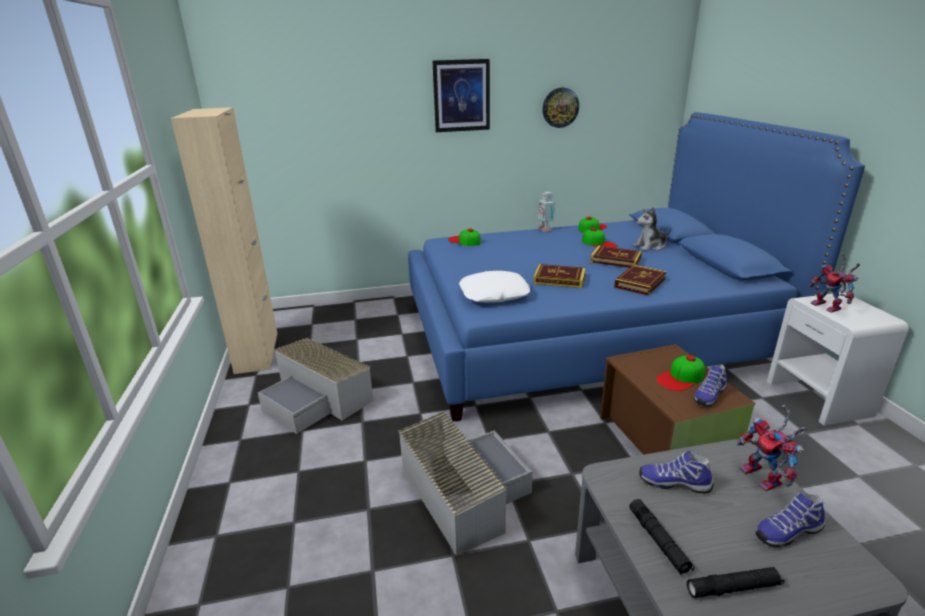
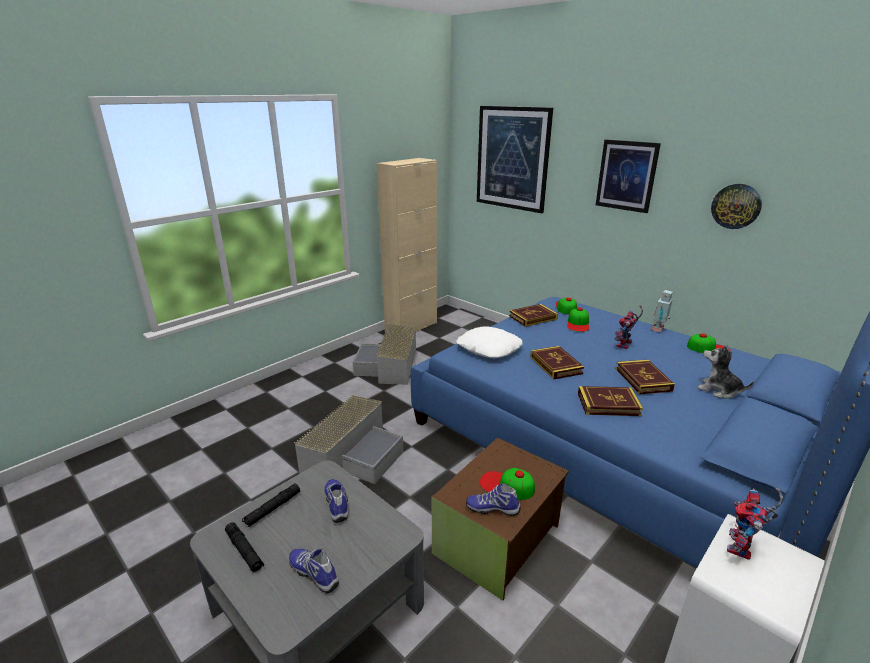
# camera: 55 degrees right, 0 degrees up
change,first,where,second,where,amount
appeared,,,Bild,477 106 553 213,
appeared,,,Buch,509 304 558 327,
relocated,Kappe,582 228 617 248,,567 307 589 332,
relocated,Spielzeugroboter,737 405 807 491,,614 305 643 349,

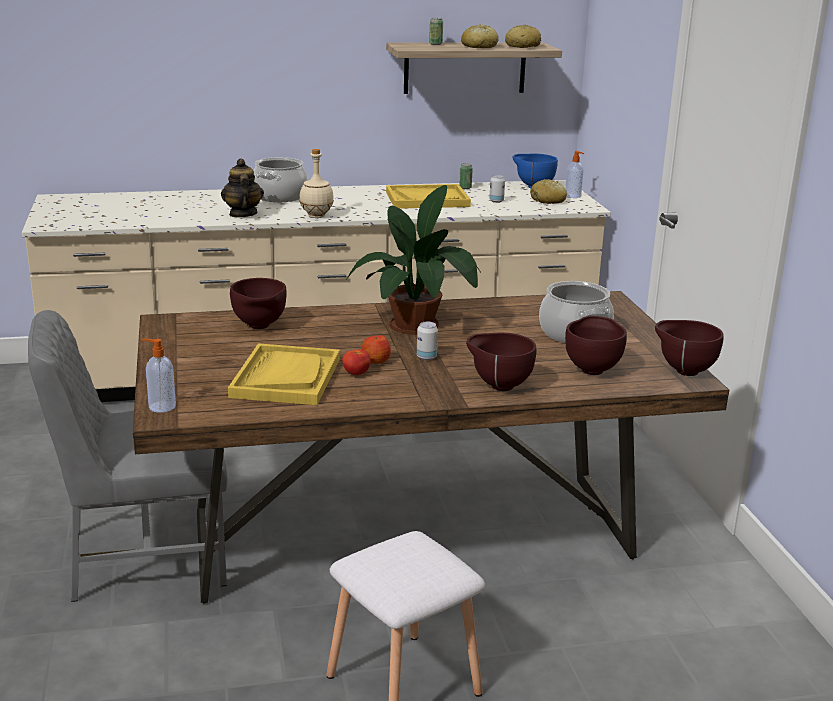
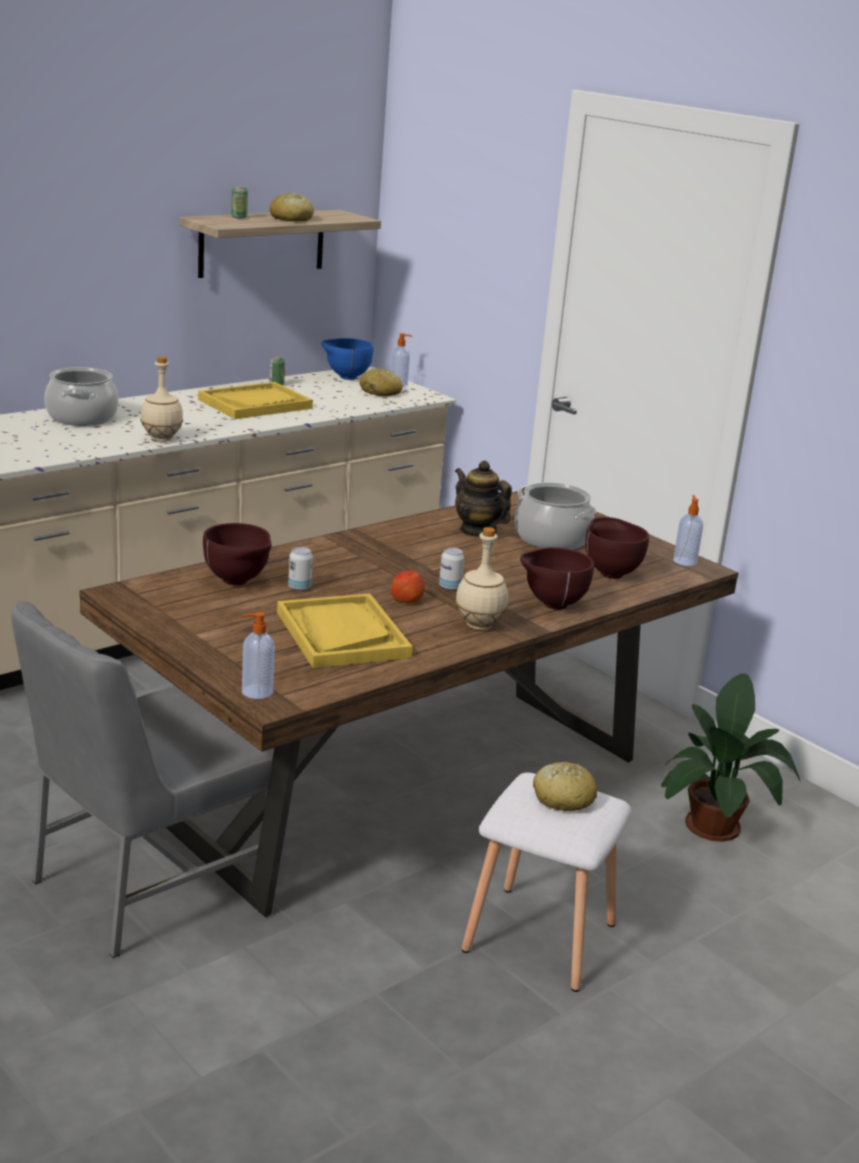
# camera: 30 degrees left, 0 degrees up
change,first,where,second,where,amount
relocated,Dose,489 175 505 203,,288 547 313 591,
relocated,Teekanne,221 158 264 217,,455 460 512 537,
appeared,,,Flasche/beige,455 527 508 630,
relocated,Brot,505 25 541 48,,533 762 597 811,
relocated,Topfpflanze,347 185 480 335,,661 673 800 842,
exchanged,Schüssel/braun,655 320 724 376,Seifenspender,673 495 703 566,
missing,Tomate,342 349 371 375,,,

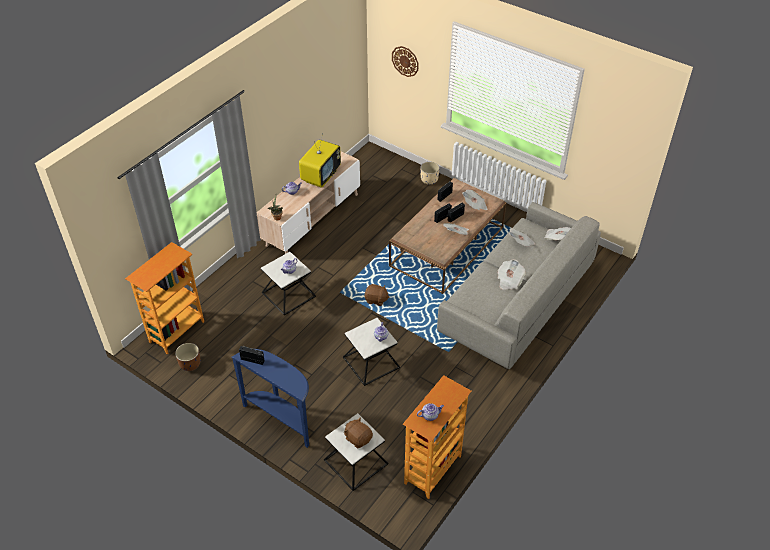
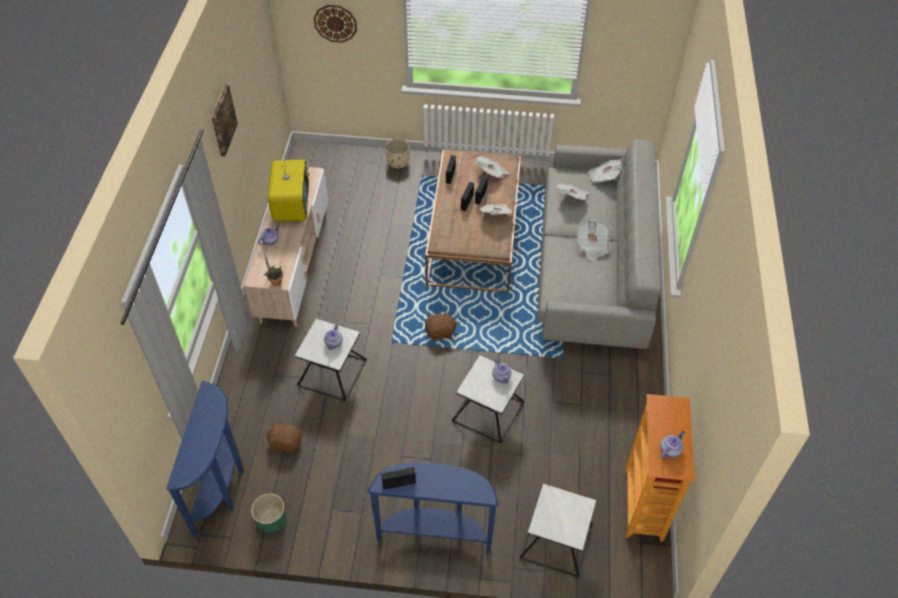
# camera: 30 degrees left, 5 degrees up
change,first,where,second,where,amount
exchanged,Bücherregal,125 242 204 355,Konsolentisch/blau,167 381 244 537,
appeared,,,Bild,211 85 238 157,
colour,Pflanzkübel/braun,175 343 200 371,Pflanzkübel/grün,251 493 286 533,
relocated,Plüschtier/braun,344 417 373 448,,266 420 302 454,

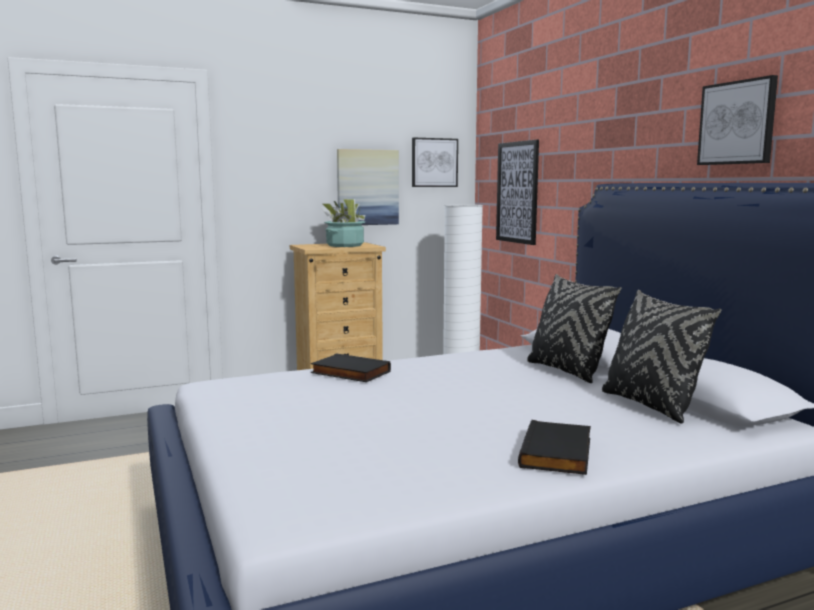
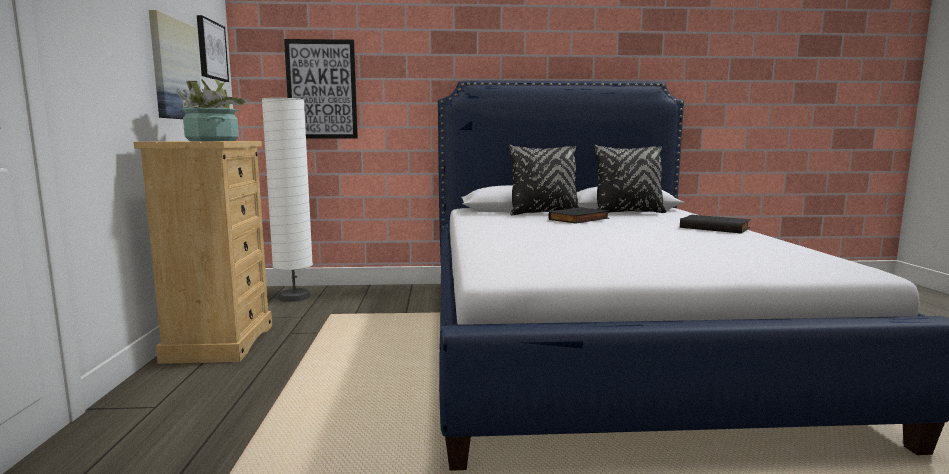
# camera: 70 degrees left, 0 degrees up
change,first,where,second,where,amount
relocated,Buch/schwarz,311 354 391 382,,548 207 609 224,
missing,Bild,697 75 778 165,,,

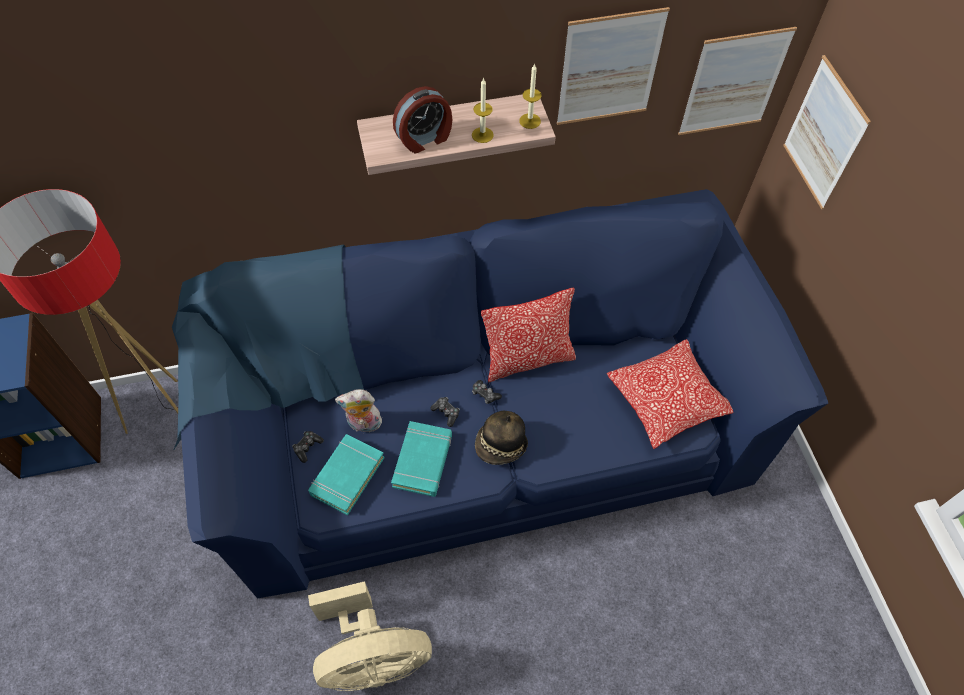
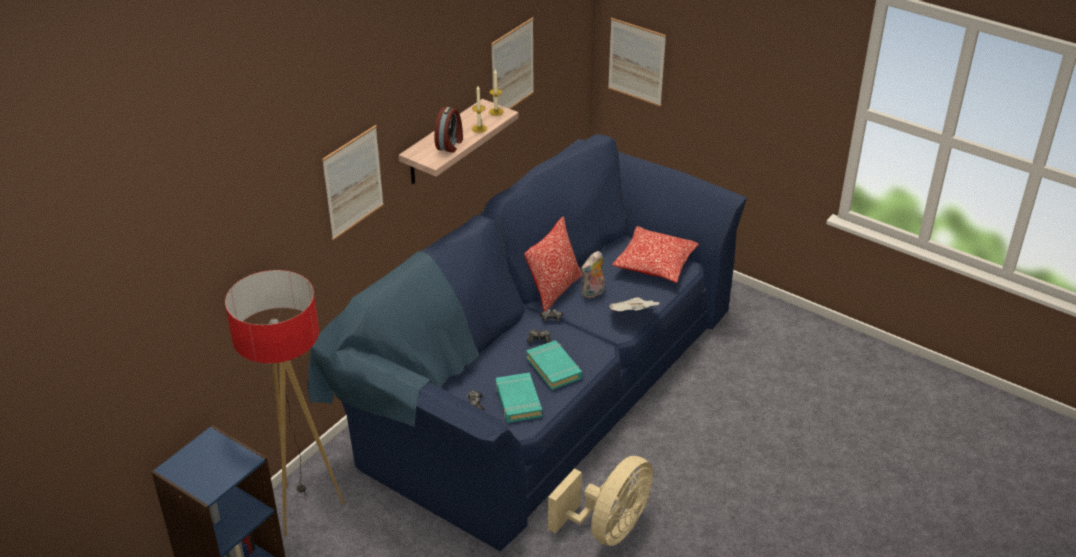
# camera: 40 degrees left, 20 degrees down
change,first,where,second,where,amount
relocated,Bild,678 27 797 135,,322 125 384 240,
relocated,Plüschtier,335 389 382 433,,582 251 605 298,
appeared,,,Zeitung,609 298 660 311,
missing,Hut,475 411 528 465,,,

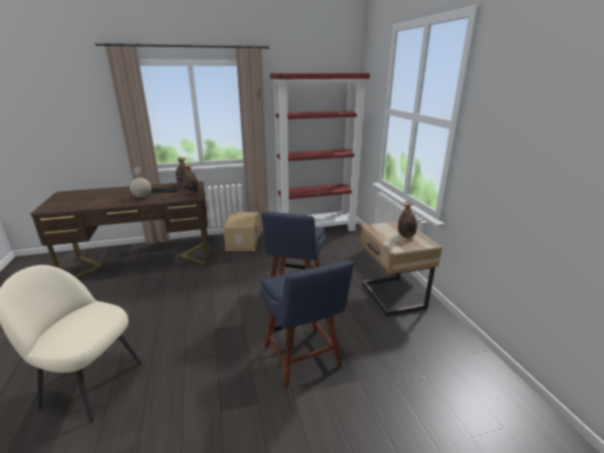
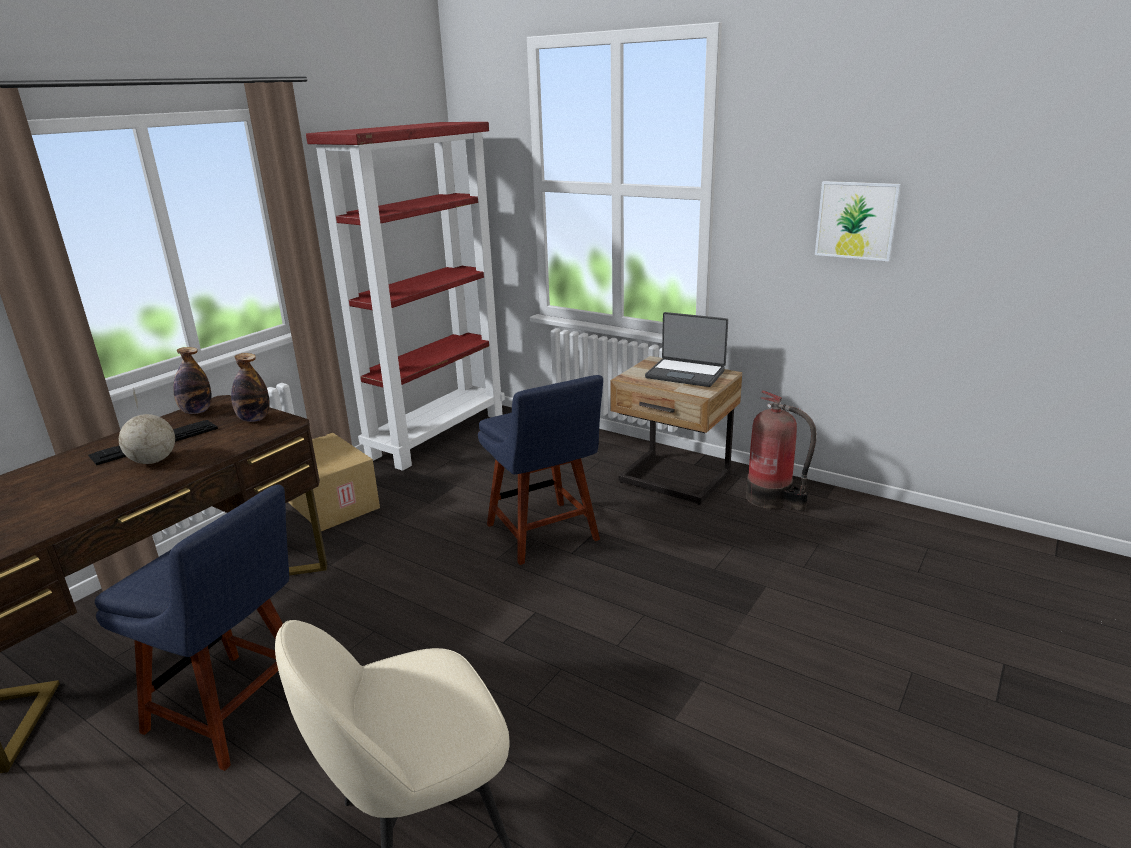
# camera: 40 degrees left, 0 degrees up
change,first,where,second,where,amount
relocated,Stuhl/blau,260 260 354 388,,95 485 289 771,
exchanged,Flasche,398 201 417 238,Laptop,645 312 728 387,
appeared,,,Feuerlöscher,746 390 817 511,
appeared,,,Bild,815 181 901 261,

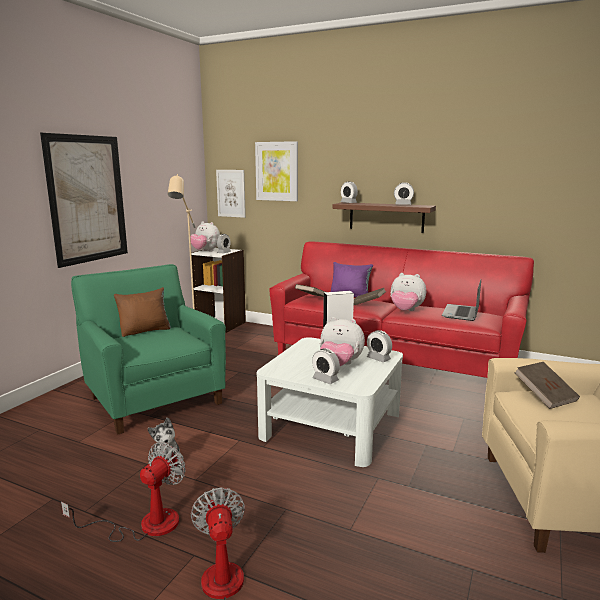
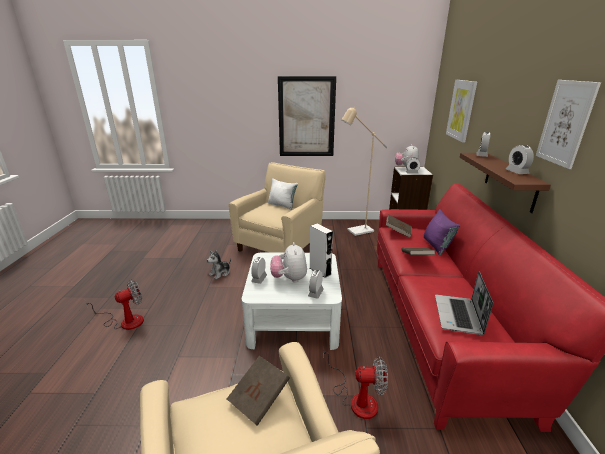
# camera: 65 degrees right, 10 degrees up
change,first,where,second,where,amount
colour,Sessel/grün,71 264 226 434,Sessel/beige,228 162 326 253,
colour,Kissen/braun,114 287 171 337,Kissen/weiß,268 178 298 210,
relocated,Ventilator,61 442 186 542,,324 352 388 419,
spun,Laptop,442 280 481 321,,435 271 493 335,75 degrees counterclockwise
relocated,Bild,216 170 246 218,,536 80 601 169,
missing,Plüschtier,391 273 426 311,,,

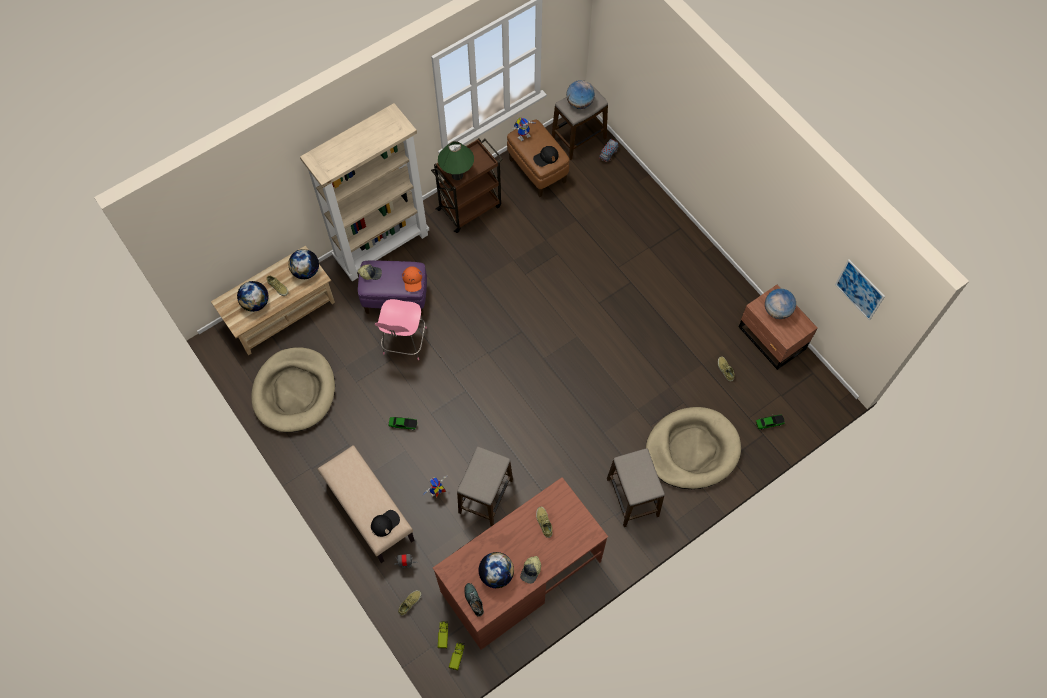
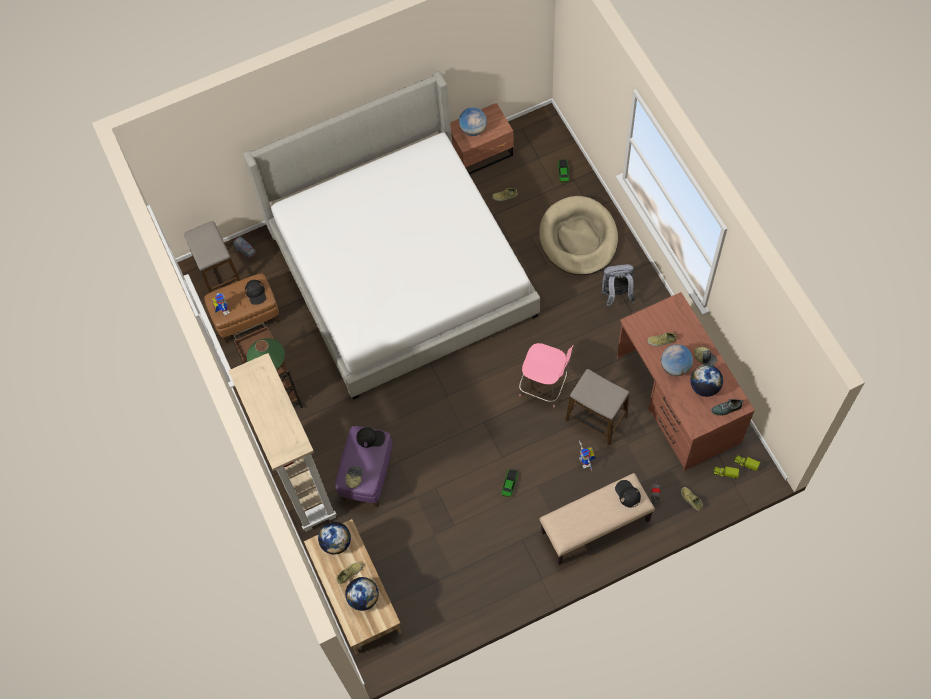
# camera: 75 degrees left, 0 degrees up
change,first,where,second,where,amount
appeared,,,Bett,243 71 540 399,
colour,Kappe/orange,402 266 422 292,Kappe/schwarz,356 427 385 448,
relocated,Stuhl/rosa,375 299 427 360,,519 343 574 407,
exchanged,Hocker,607 448 665 527,Rucksack/grau,601 264 635 307,
relocated,Globus,566 80 595 109,,661 344 693 376,
missing,Hundebett/beige,251 347 335 432,,,
missing,Bild,835 260 885 321,,,

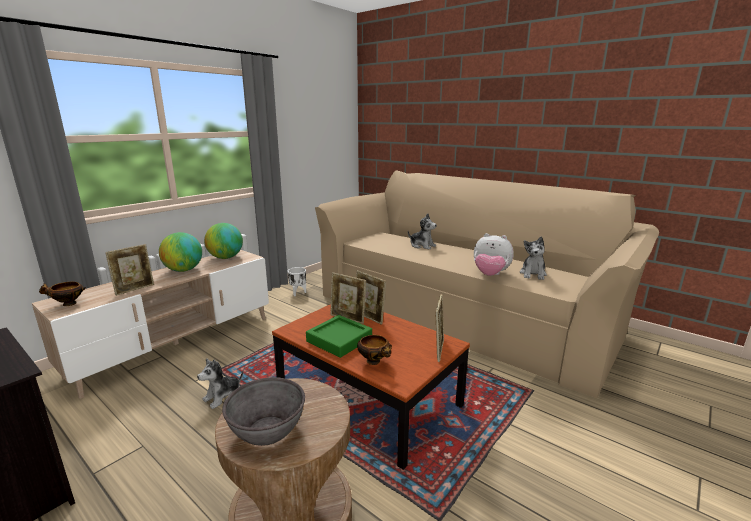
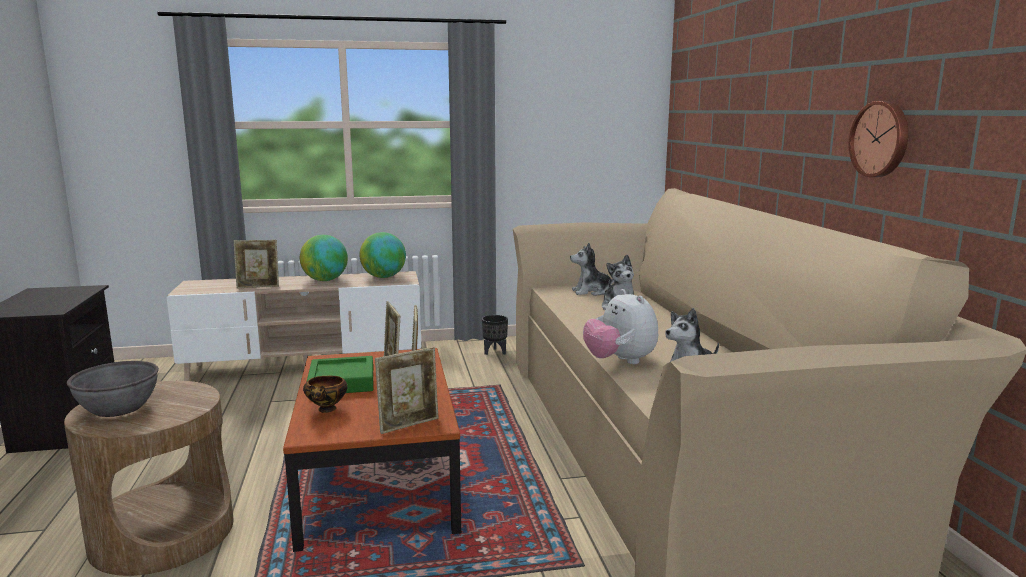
# camera: 40 degrees right, 5 degrees down
change,first,where,second,where,amount
colour,Pflanzkübel/weiß,288 267 306 296,Pflanzkübel/schwarz,482 315 508 355,
relocated,Plüschtier,197 358 243 409,,570 243 615 296,
appeared,,,Wanduhr,848 101 908 177,
missing,Schüssel,39 281 86 306,,,

